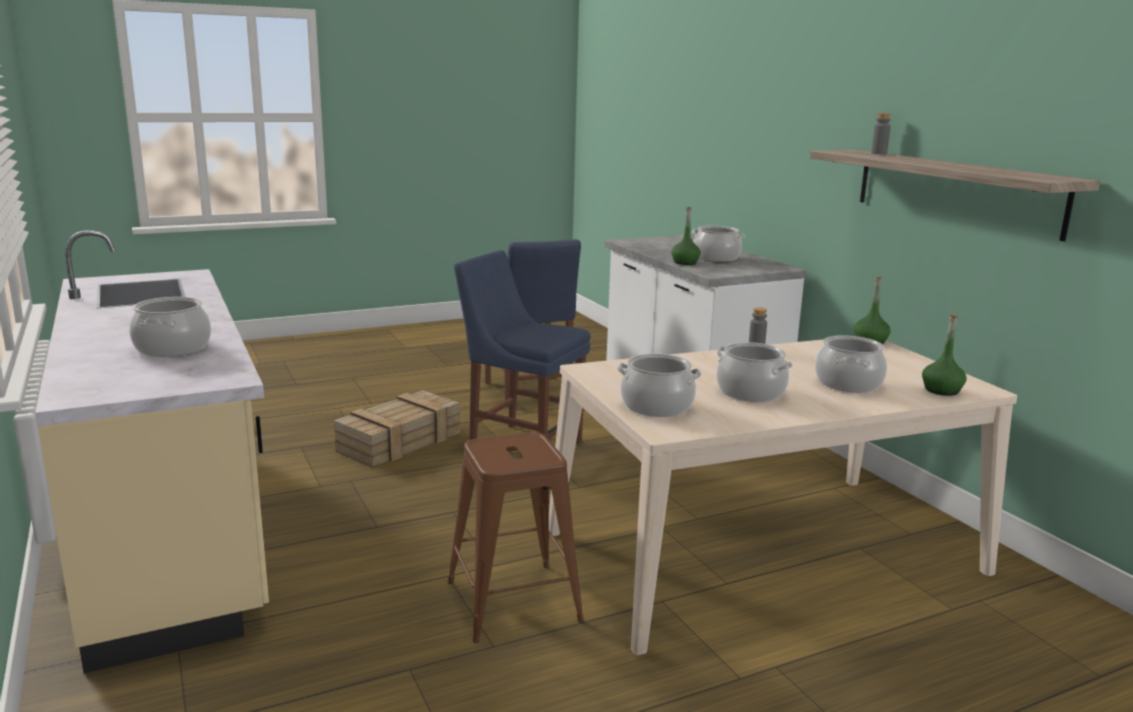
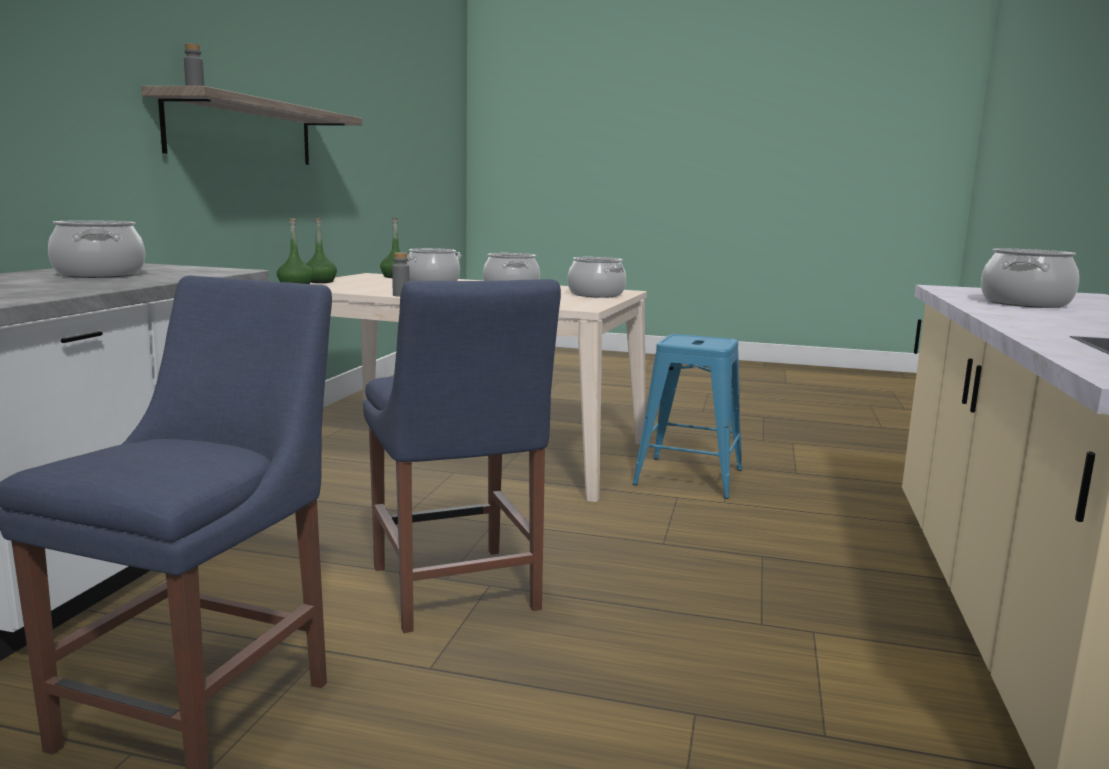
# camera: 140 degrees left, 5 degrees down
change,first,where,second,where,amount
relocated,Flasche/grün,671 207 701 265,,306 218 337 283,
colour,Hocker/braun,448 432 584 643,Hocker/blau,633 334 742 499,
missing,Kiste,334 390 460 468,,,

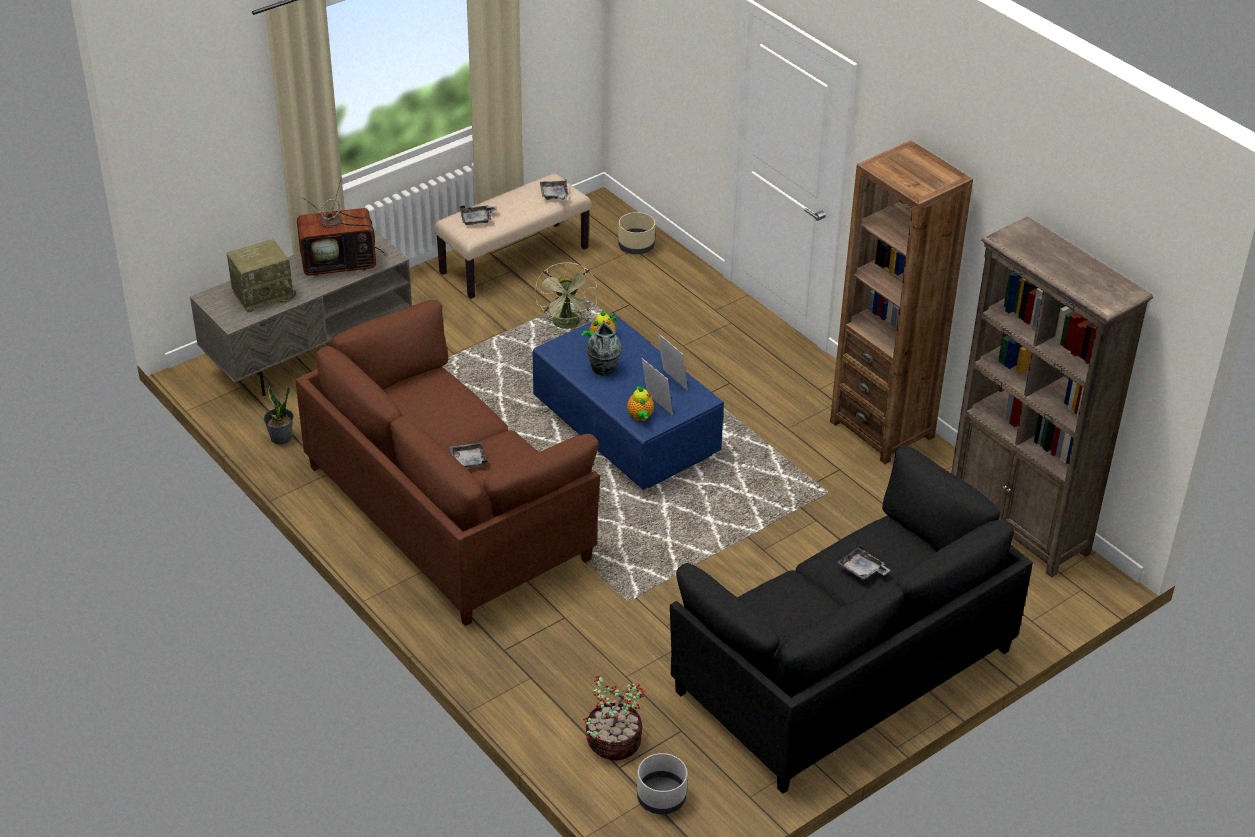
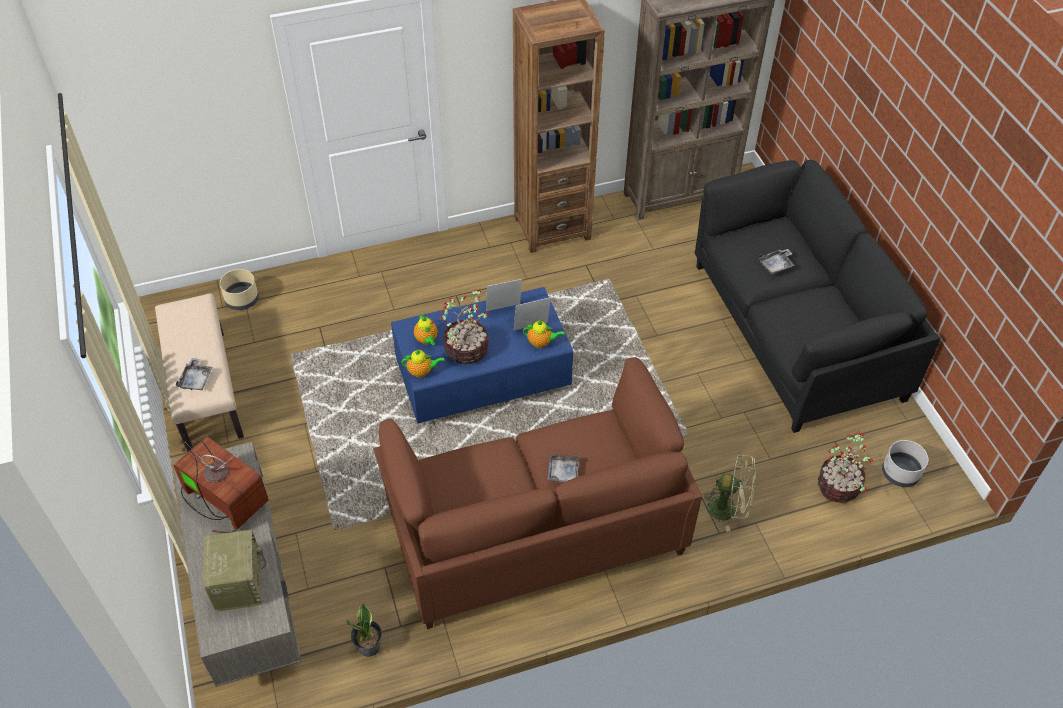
# camera: 70 degrees left, 10 degrees up
change,first,where,second,where,amount
spun,Fernseher,297 177 388 276,,173 437 269 533,60 degrees counterclockwise
appeared,,,Teekanne,401 349 445 378,
exchanged,Vase,586 322 622 376,Topfpflanze,439 289 490 364,
relocated,Ventilator/grün,535 262 598 329,,702 453 755 532,
missing,Tablett/grau,540 180 569 201,,,

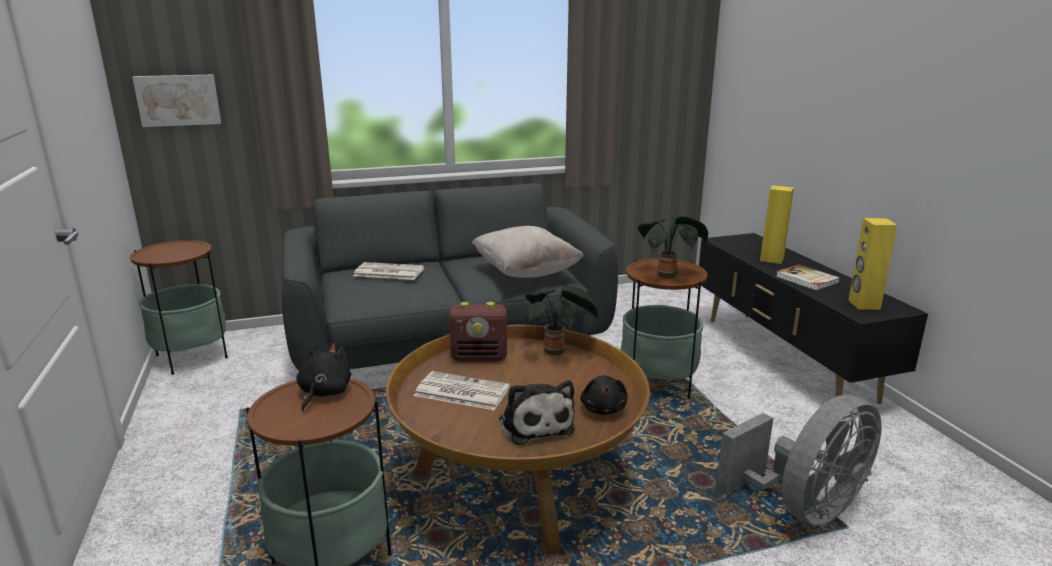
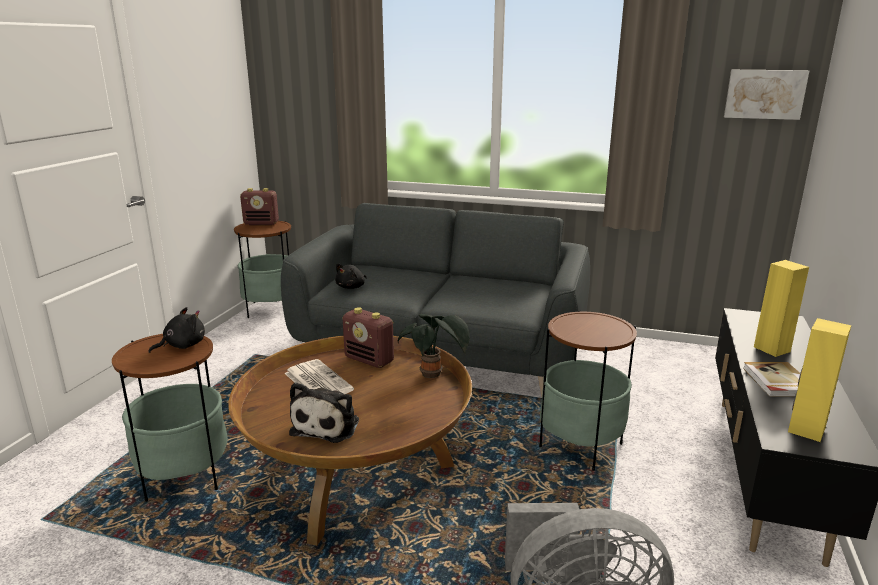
# camera: 35 degrees right, 0 degrees up
change,first,where,second,where,amount
appeared,,,Radio,240 188 279 225,
relocated,Plüschtier/schwarz,580 375 628 415,,335 263 367 289,
relocated,Bild,132 75 221 127,,724 70 809 120,
missing,Zeitung,354 262 424 280,,,
missing,Kissen/beige,472 226 584 278,,,
missing,Topfpflanze,638 215 708 278,,,

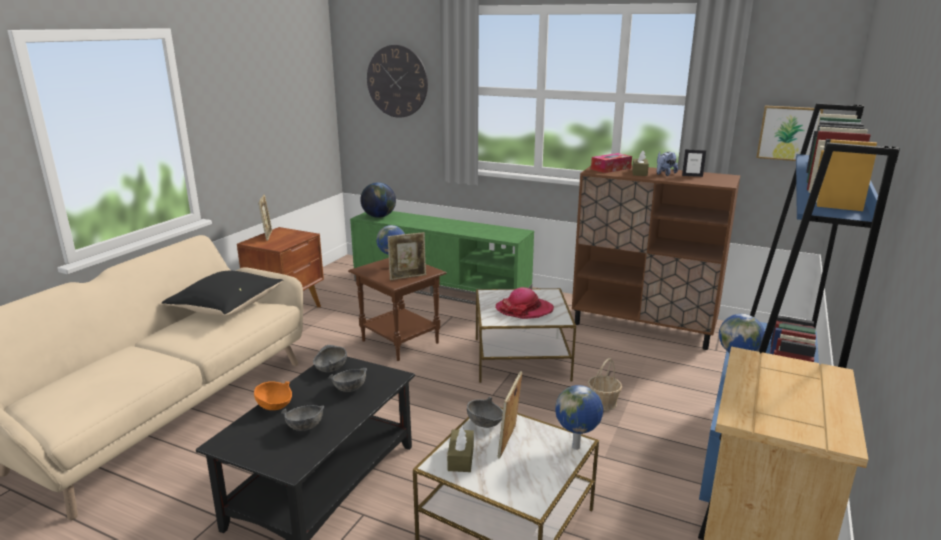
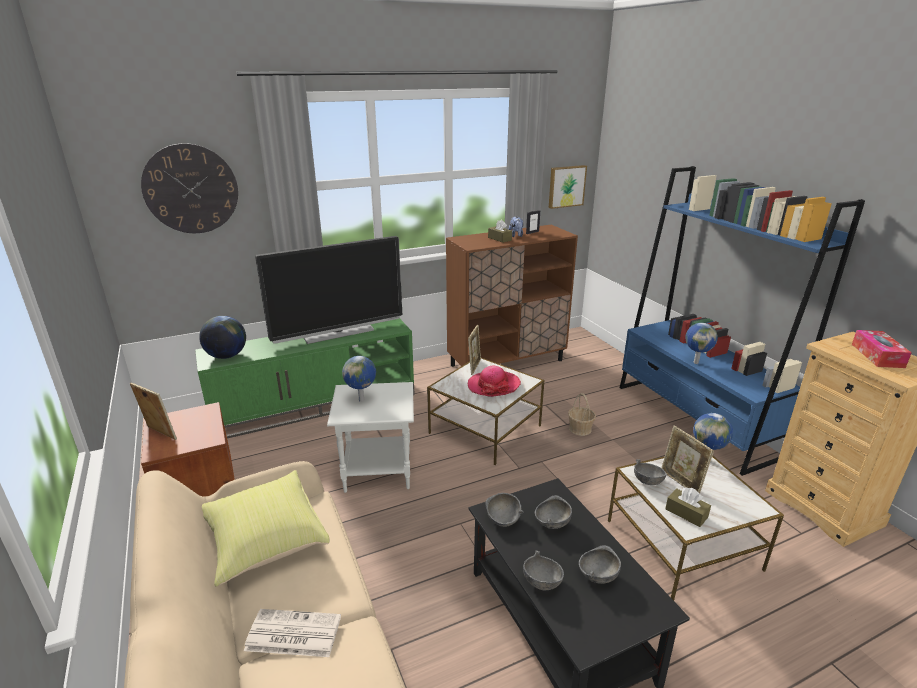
# camera: 50 degrees left, 5 degrees up
change,first,where,second,where,amount
colour,Kissen/schwarz,162 271 284 316,Kissen/gelb,202 470 330 587,
appeared,,,Zeitung,244 609 341 657,
appeared,,,Fernseher,255 236 402 344,
colour,Beistelltisch/braun,348 258 447 361,Beistelltisch/weiß,327 382 414 493,
relocated,Bilderrahmen,388 232 426 280,,468 325 481 375,
colour,Schüssel/orange,254 381 292 410,Schüssel/grau,523 551 564 590,
relocated,Taschentuchbox,591 153 632 173,,852 330 912 368,

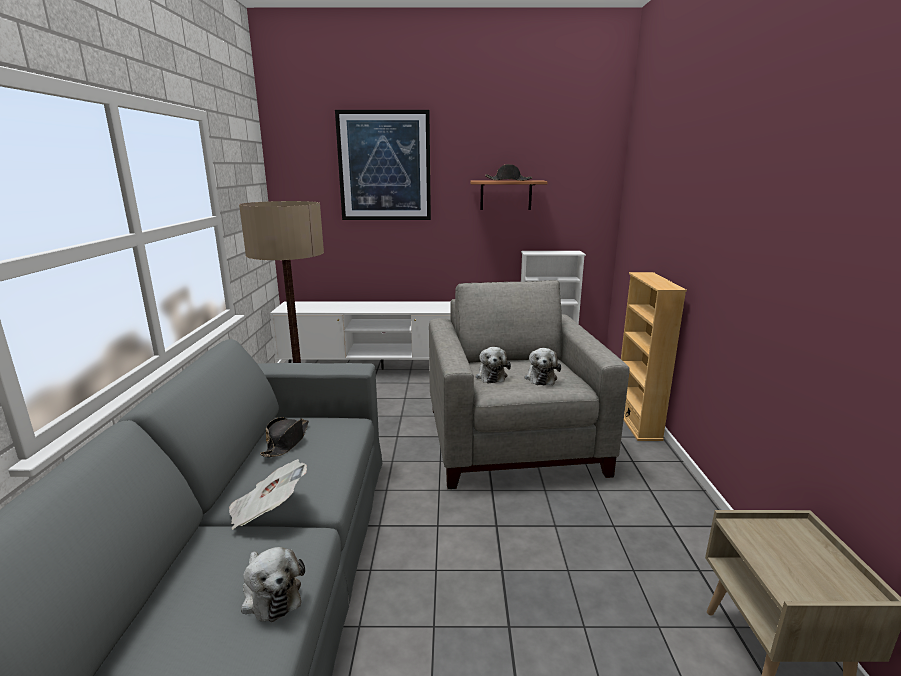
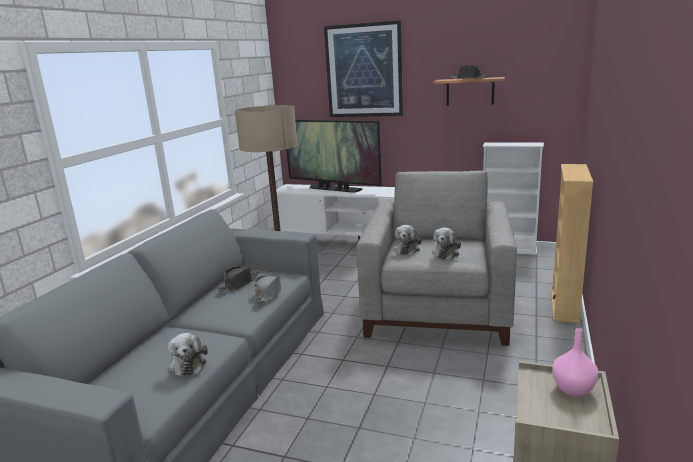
# camera: 20 degrees right, 0 degrees up
change,first,where,second,where,amount
appeared,,,Hut/grau,254 275 282 302,
appeared,,,Fernseher,286 120 382 193,
appeared,,,Vase/rosa,552 328 598 396,
missing,Zeitung,229 459 307 530,,,

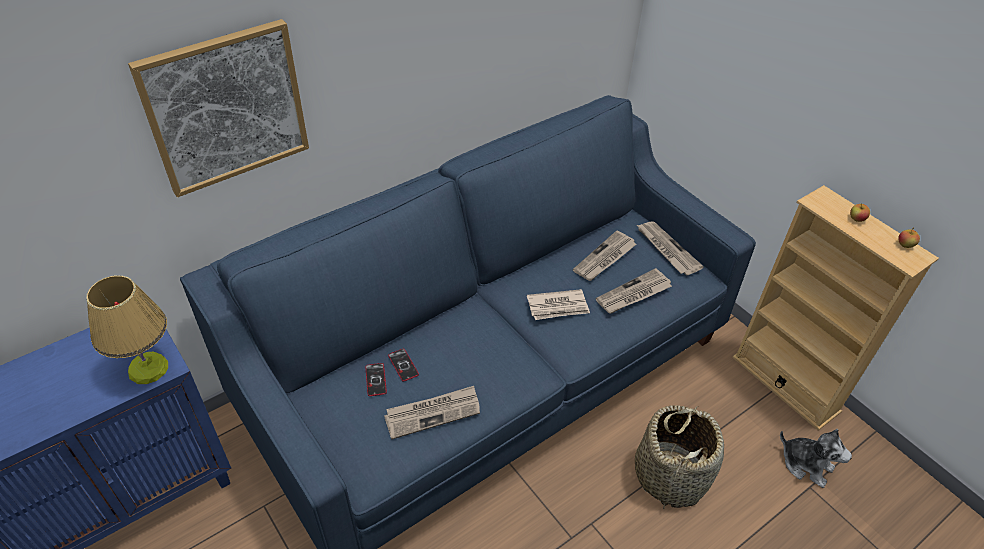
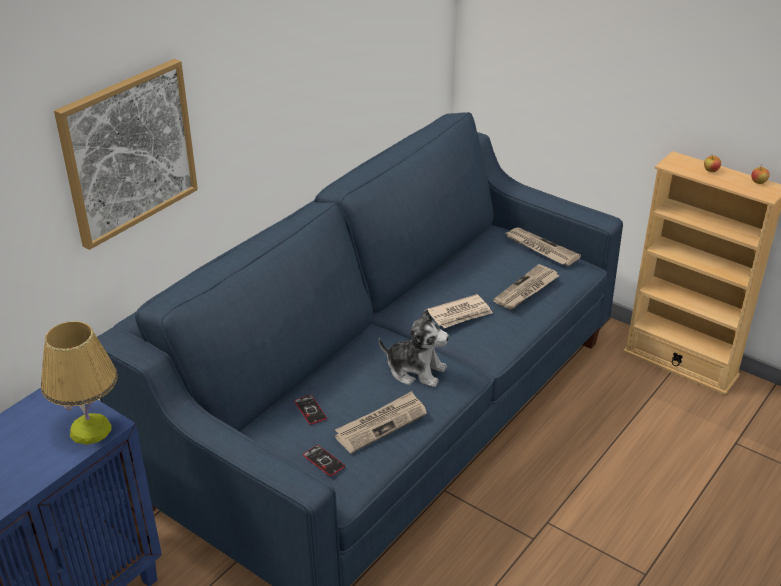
# camera: 15 degrees left, 10 degrees down
change,first,where,second,where,amount
relocated,Handy,388 349 419 382,,303 445 345 476,
relocated,Plüschtier,780 429 852 488,,379 309 449 387,
missing,Zeitung,573 231 636 281,,,
missing,Korb,635 405 724 509,,,

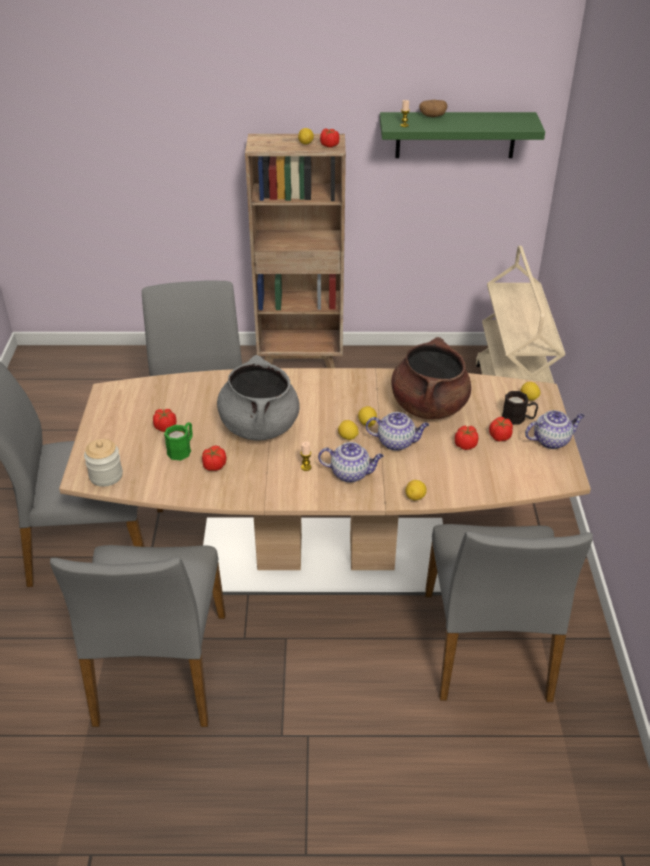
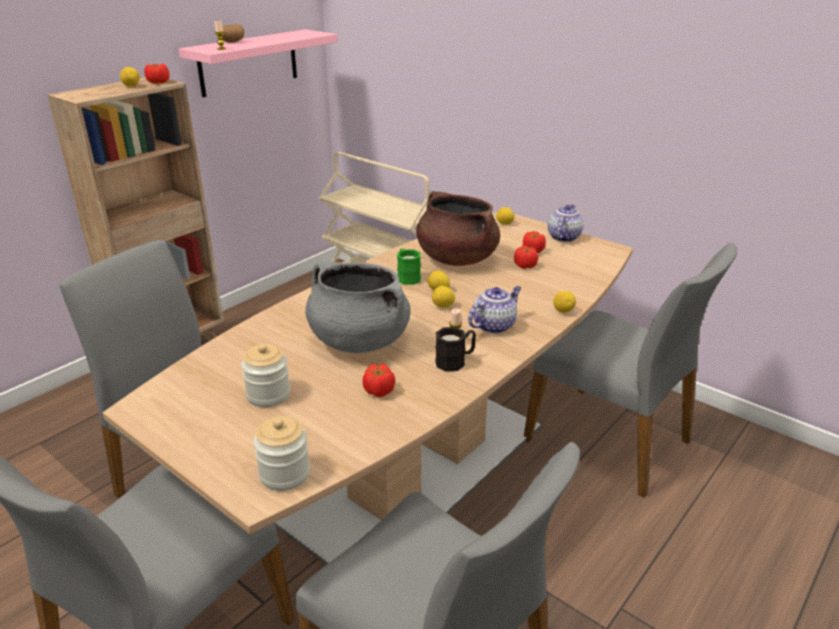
# camera: 50 degrees left, 10 degrees down
change,first,where,second,where,amount
colour,Wandregal/grün,380 112 545 158,Wandregal/rosa,178 29 338 97,
exchanged,Tomate,153 409 177 432,Vorratsglas,241 344 290 407,
relocated,Henkelbecher/grün,164 422 193 460,,397 248 421 285,
relocated,Henkelbecher/schwarz,502 391 538 425,,435 327 476 372,
missing,Teekanne,366 412 429 451,,,

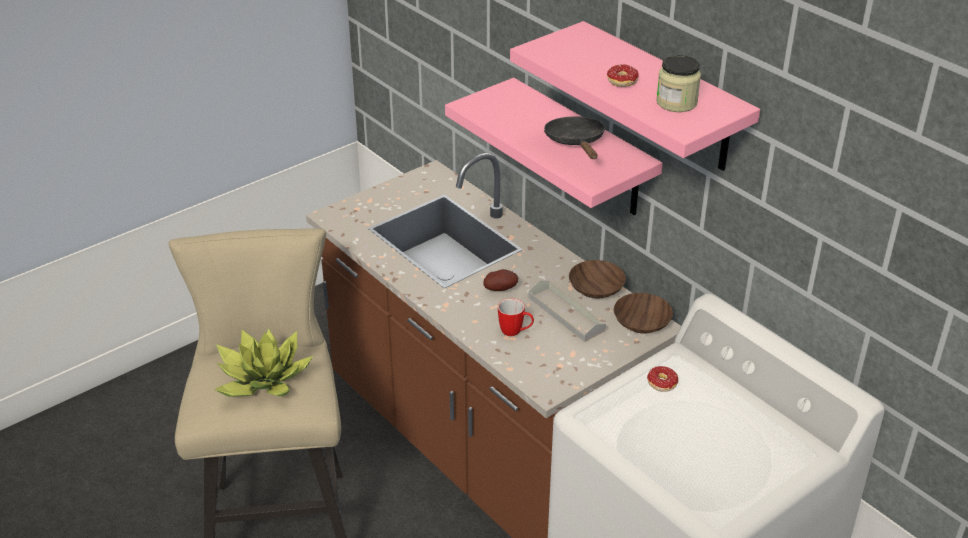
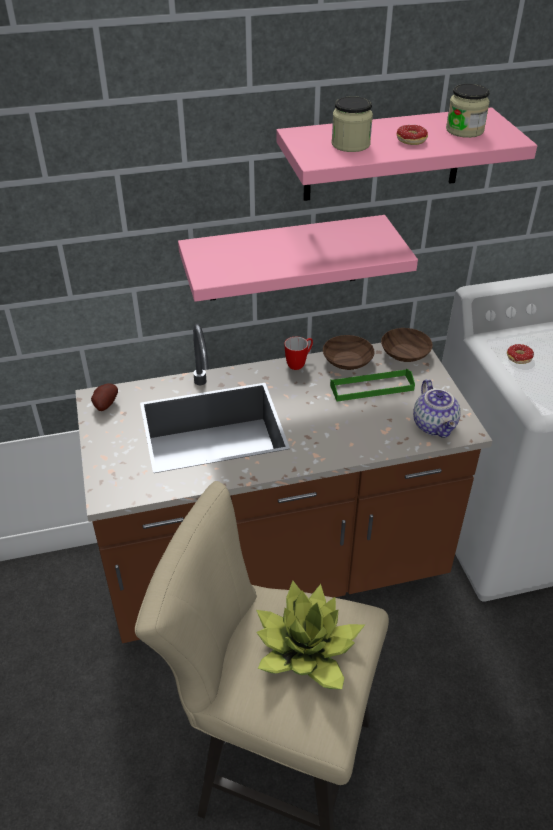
# camera: 65 degrees left, 5 degrees up
change,first,where,second,where,amount
relocated,Kartoffel,483 269 518 291,,91 383 118 411,
relocated,Henkelbecher,498 298 534 336,,284 337 313 370,
colour,Tablett/grau,528 281 606 342,Tablett/grün,330 369 415 402,
appeared,,,Vorratsglas,332 96 373 152,
appeared,,,Teekanne,413 379 461 438,
missing,Pfanne/schwarz,544 116 605 159,,,

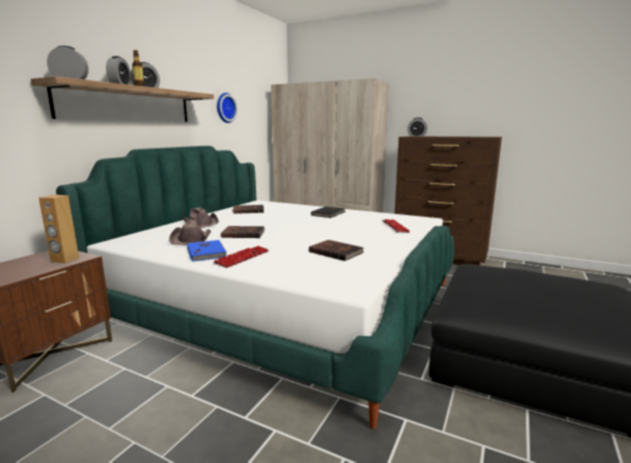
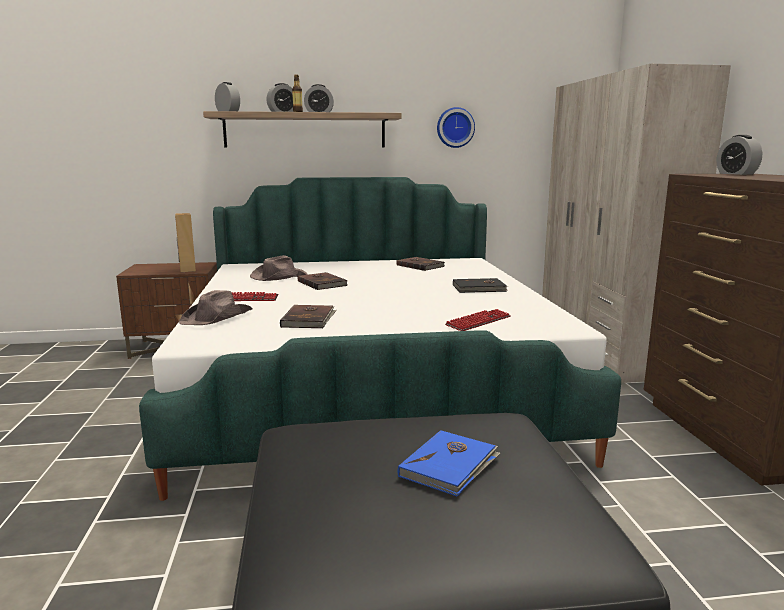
# camera: 55 degrees right, 0 degrees up
change,first,where,second,where,amount
relocated,Hut/braun,182 207 219 228,,179 290 253 325,
relocated,Buch/blau,187 240 227 262,,397 430 501 497,

